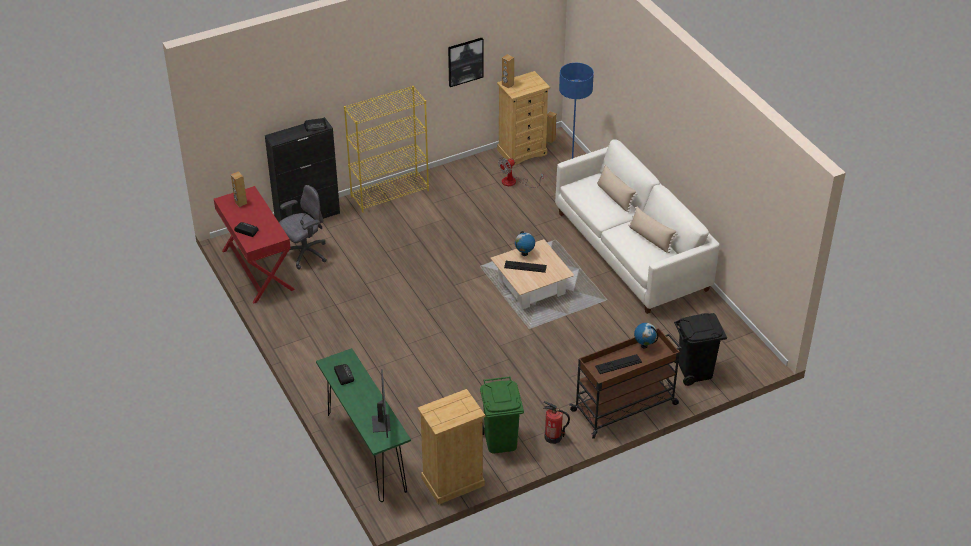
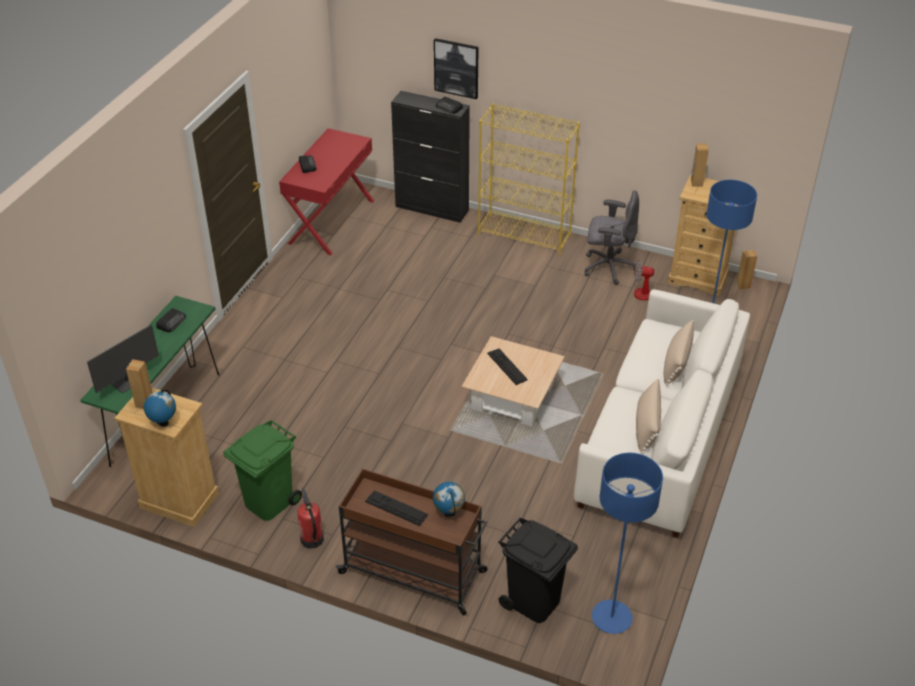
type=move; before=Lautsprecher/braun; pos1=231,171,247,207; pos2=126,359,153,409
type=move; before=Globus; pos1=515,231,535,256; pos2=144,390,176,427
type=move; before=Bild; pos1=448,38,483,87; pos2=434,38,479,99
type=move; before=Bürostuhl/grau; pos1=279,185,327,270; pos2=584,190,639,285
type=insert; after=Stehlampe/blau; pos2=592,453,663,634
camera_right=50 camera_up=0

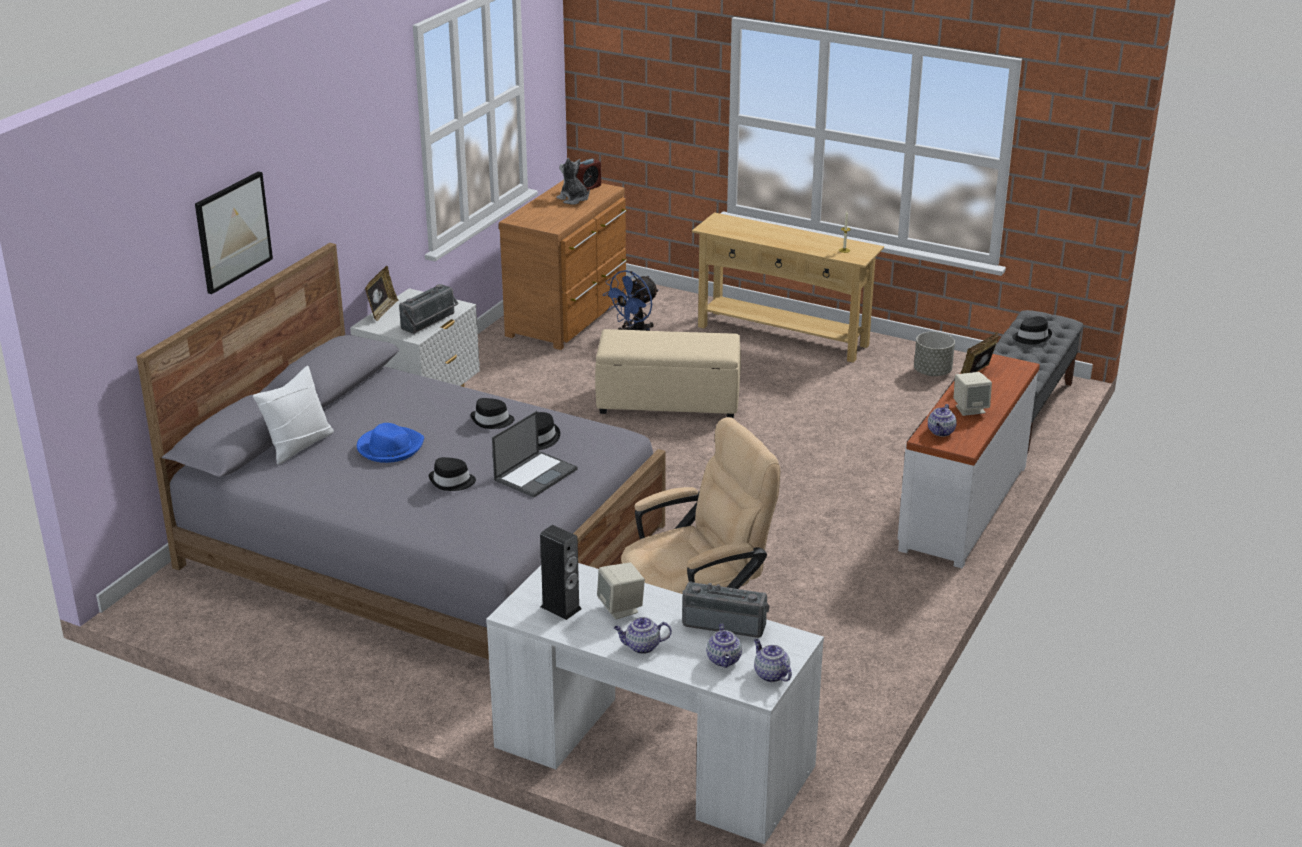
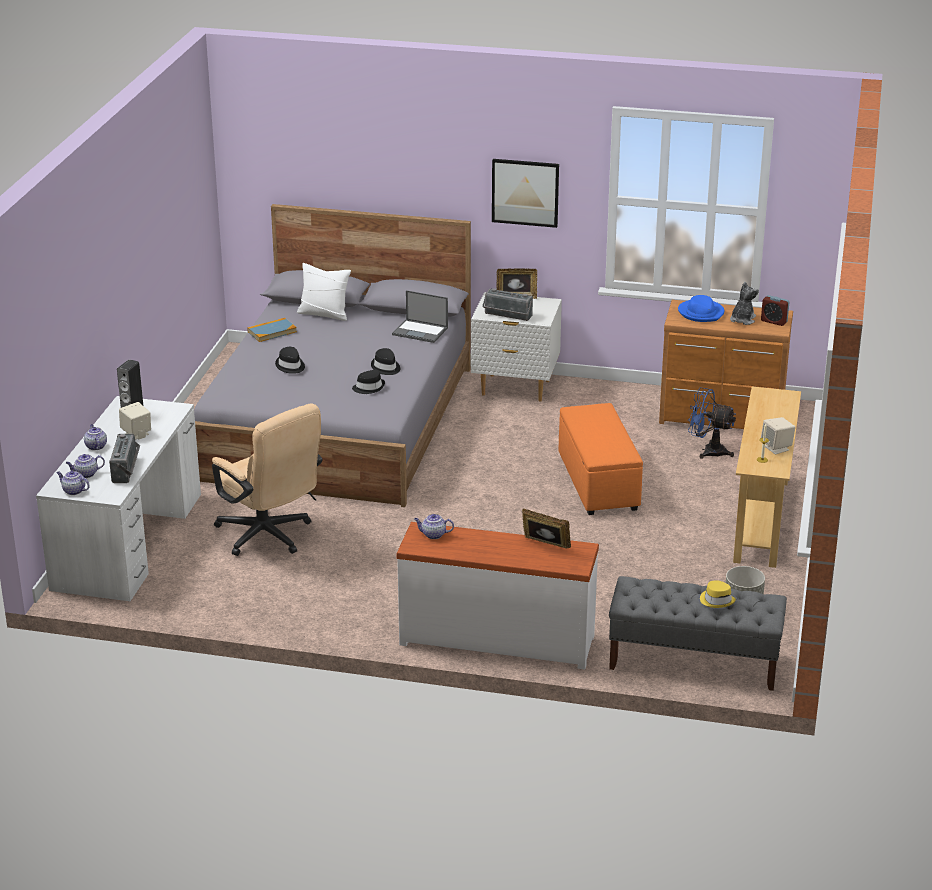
type=rotate; before=Teekanne; pos1=754,639,792,682; pos2=56,471,90,495; turn=-105
type=insert; after=Buch; pos2=247,318,297,342
type=move; before=Laptop; pos1=492,411,578,497; pos2=392,290,448,343
type=move; before=Bild; pos1=195,171,273,294; pos2=492,159,559,228
type=recolor; before=Polsterhocker/beige; after=Polsterhocker/orange; pos1=595,329,741,419; pos2=559,403,643,515
type=move; before=Hut/blau; pos1=357,423,424,463; pos2=678,295,724,322
type=recolor; before=Hut/schwarz; after=Hut/gelb; pos1=1012,316,1052,345; pos2=700,580,736,608
type=move; before=Lautsprecher/beige; pos1=953,372,992,416; pos2=761,417,795,455
camera_right=75 camera_up=0

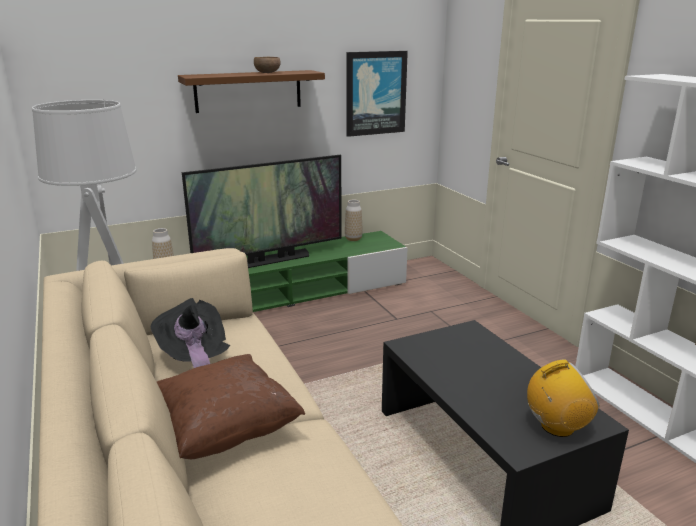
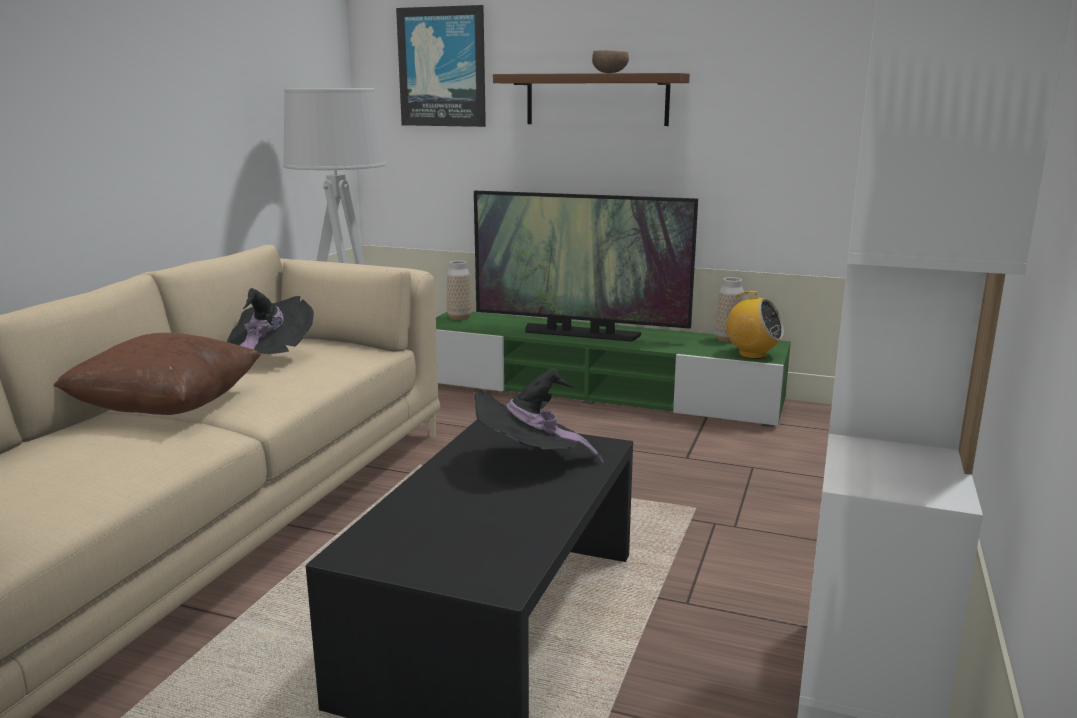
type=move; before=Bild; pos1=346,51,408,137; pos2=396,5,486,127
type=insert; after=Hut/schwarz; pos2=474,368,603,463
type=move; before=Radio; pos1=527,359,600,437; pos2=724,291,784,359
camera_right=45 camera_up=-5

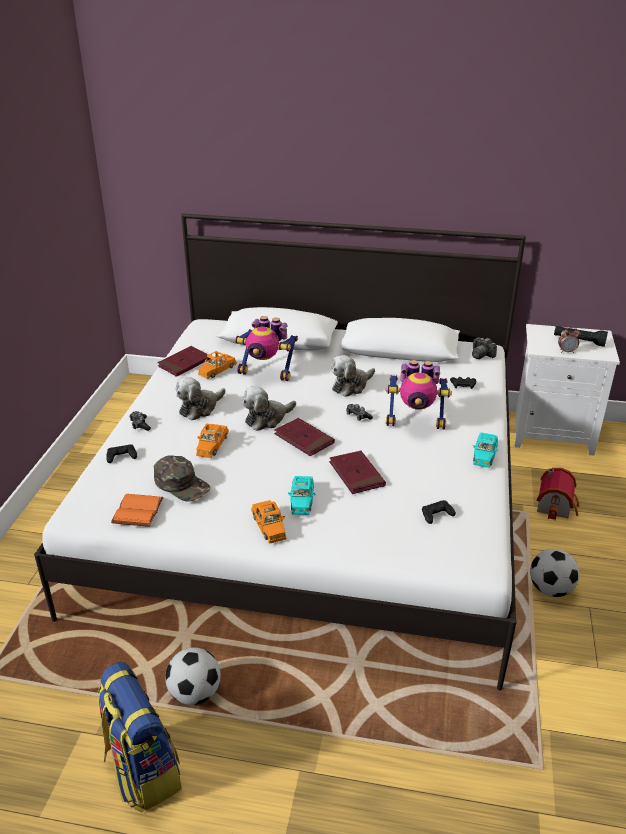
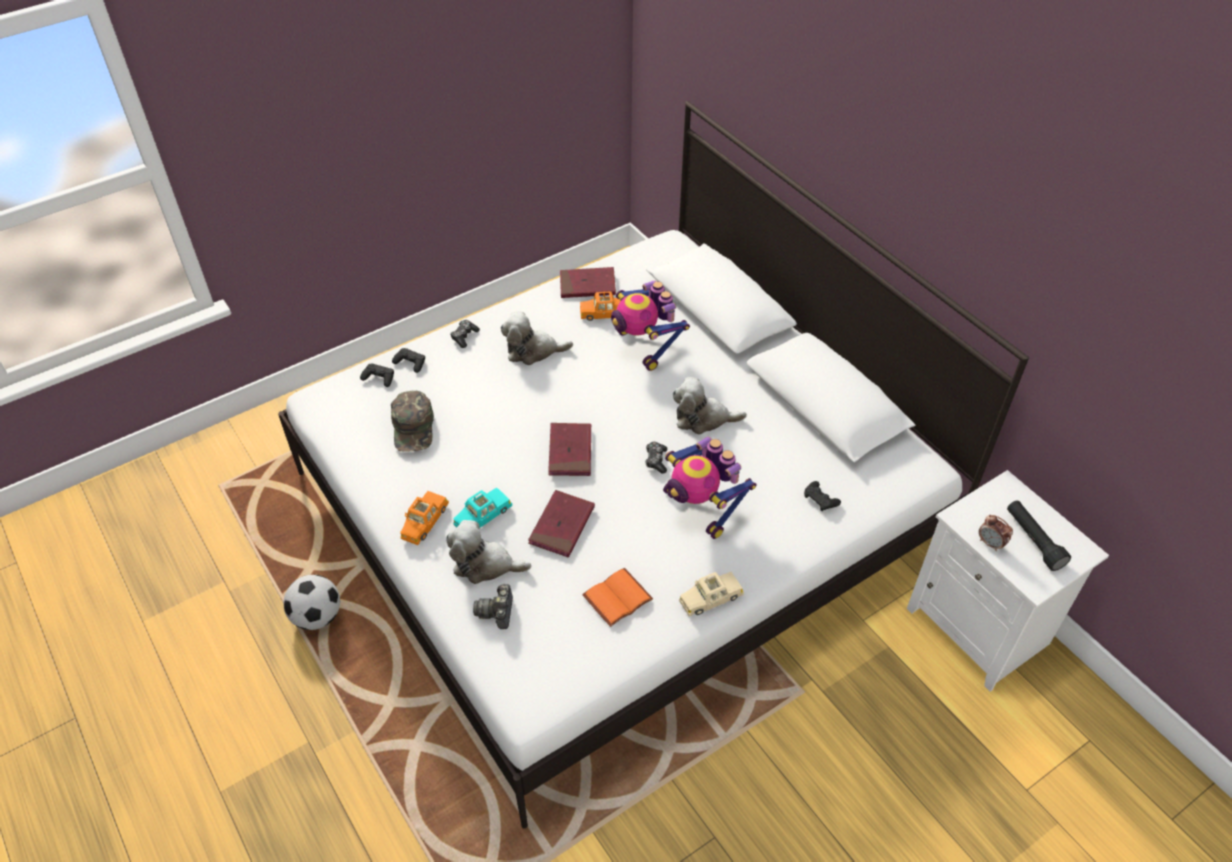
type=move; before=Gamepad/schwarz; pos1=422,500,456,524; pos2=360,364,394,387
type=move; before=Plüschtier; pos1=243,386,296,431; pos2=446,520,531,584
type=move; before=Kamera; pos1=472,337,497,359; pos2=473,584,513,629
type=move; before=Buch/orange; pos1=111,494,164,527; pos2=582,568,653,627
type=recolor; before=Spielzeugauto/türkis; after=Spielzeugauto/beige; pos1=473,432,498,468; pos2=679,572,744,616
type=delete; before=Rucksack; pos1=97,662,182,812
type=delete; before=Spielzeugauto/orange; pos1=196,424,229,458
type=delete; before=Fußball; pos1=530,549,580,597
type=delete; before=Spielzeughaus; pos1=537,468,579,521
camera_right=45 camera_up=15

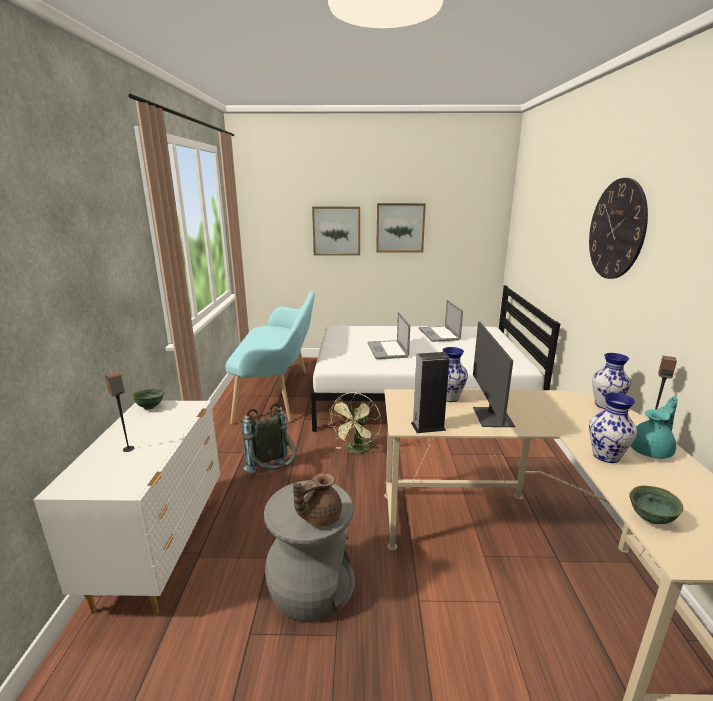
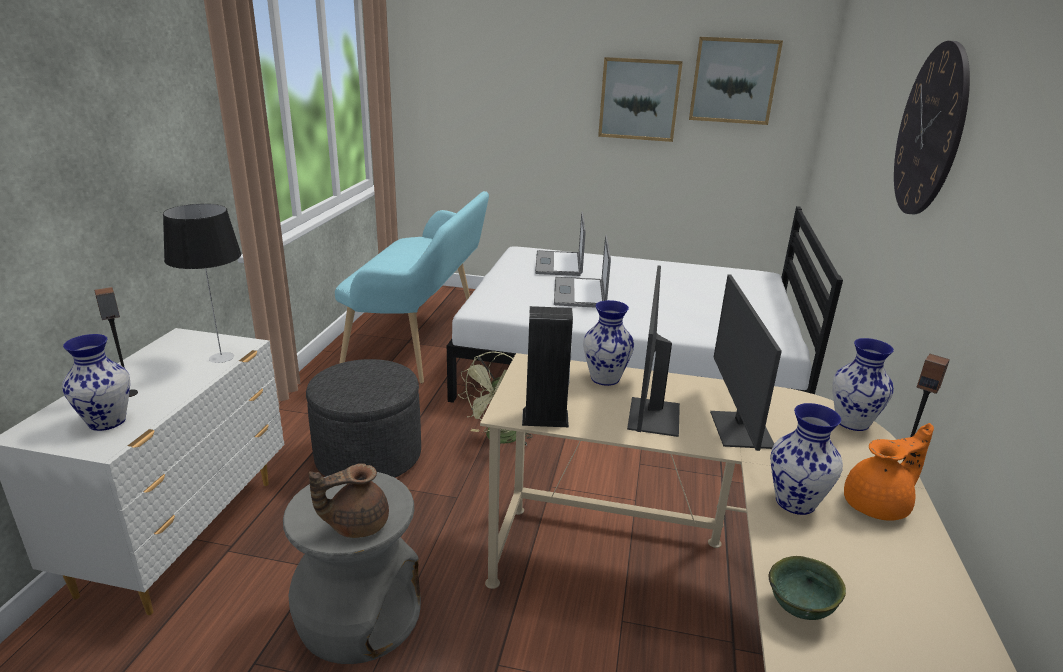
type=insert; after=Vase; pos2=62,334,130,431
type=insert; after=Tischlampe; pos2=163,204,241,363
type=replace; before=Rucksack/grau; after=Polsterhocker/grau; pos1=242,403,296,473; pos2=306,359,421,478
type=move; before=Laptop; pos1=419,300,463,342; pos2=535,212,586,276
type=move; before=Bild; pos1=312,207,360,256; pos2=689,37,783,125
type=insert; after=Monitor; pos2=710,274,782,451
type=recolor; before=Teekanne/türkis; after=Teekanne/orange; pos1=631,396,678,459; pos2=844,423,934,520
type=delete; before=Schüssel/grün; pos1=132,389,164,410
camera_right=10 camera_up=5

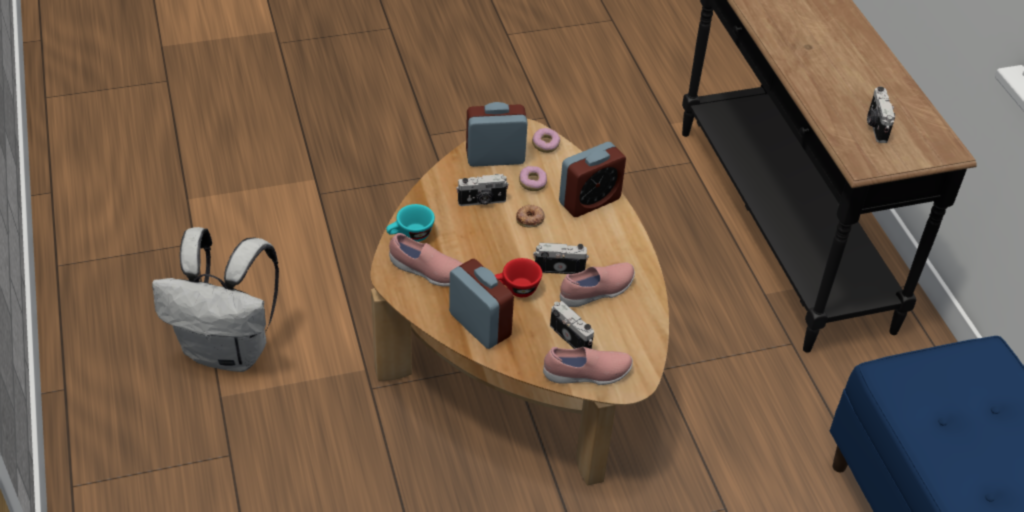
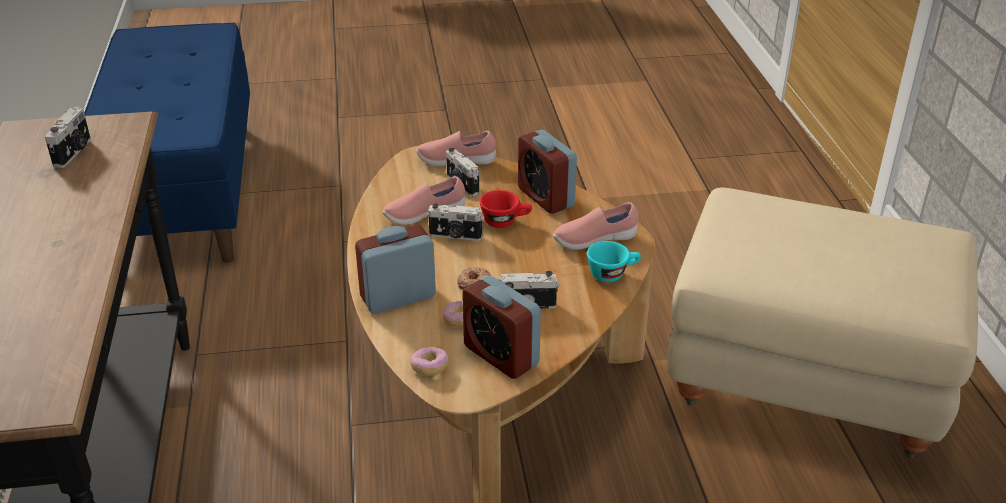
type=rotate; before=Wecker; pos1=466,102,528,167; pos2=462,275,541,379; turn=45
type=rotate; before=Schuh/rosa; pos1=389,233,463,287; pos2=553,202,639,250; turn=-45
type=replace; before=Rucksack/weiß; after=Polsterhocker/beige; pos1=152,227,279,372; pos2=667,187,978,458
camera_right=-170 camera_up=-10

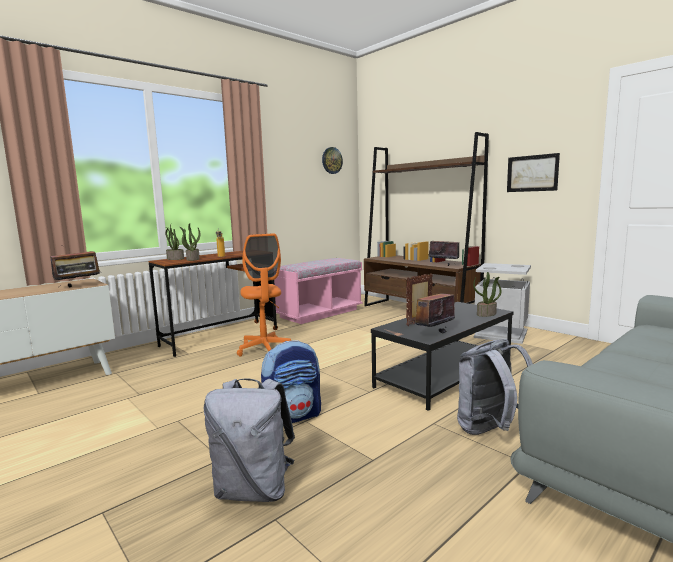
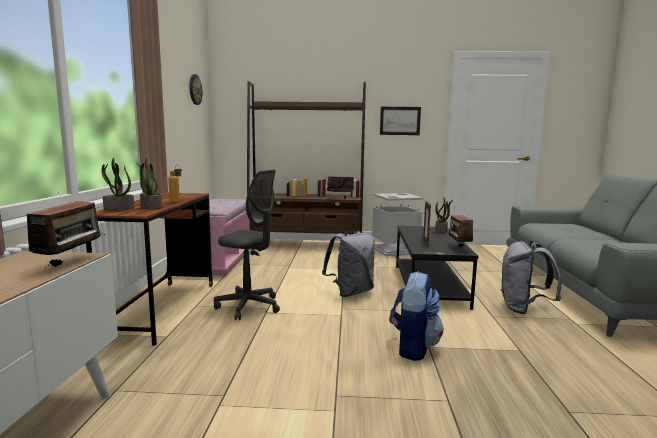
type=recolor; before=Bürostuhl/orange; after=Bürostuhl/grau; pos1=237,233,291,357; pos2=214,170,280,320
type=move; before=Rucksack/grau; pos1=203,379,295,502; pos2=322,230,375,297
camera_right=-45 camera_up=0

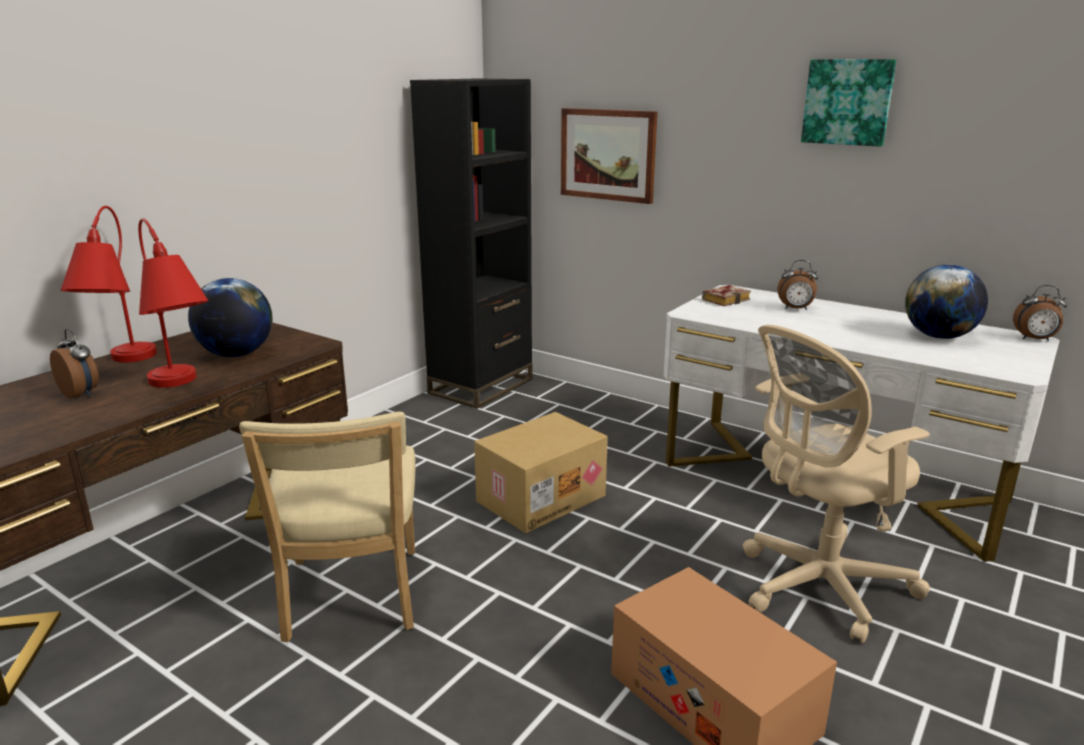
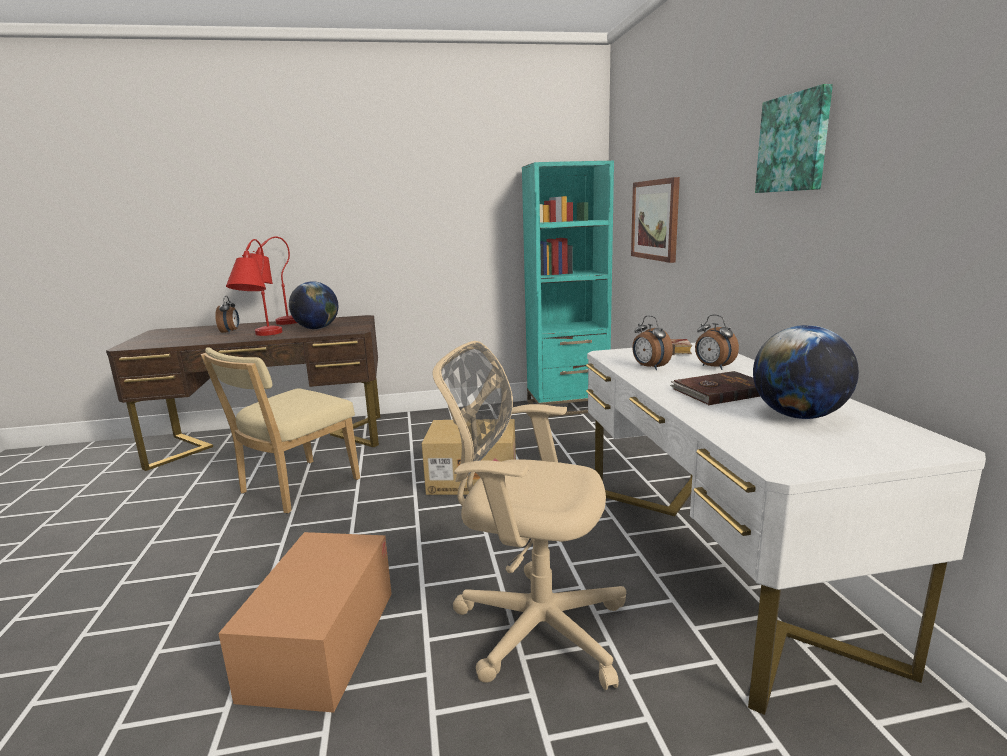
type=recolor; before=Bücherregal/schwarz; after=Bücherregal/türkis; pos1=410,78,533,409; pos2=522,160,614,417
type=move; before=Wecker; pos1=1013,285,1067,341; pos2=632,315,673,370
type=insert; after=Buch/braun; pos2=670,371,760,405
camera_right=45 camera_up=-5

